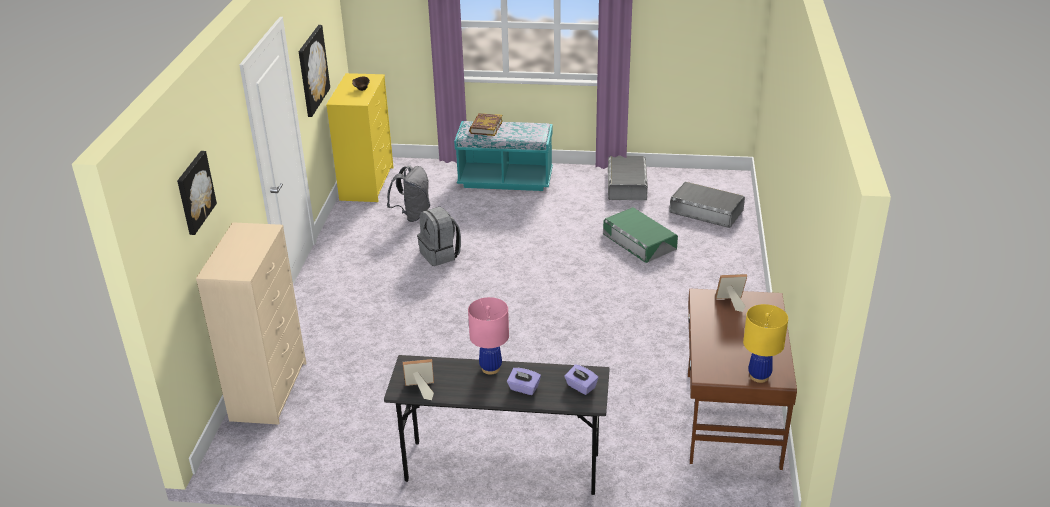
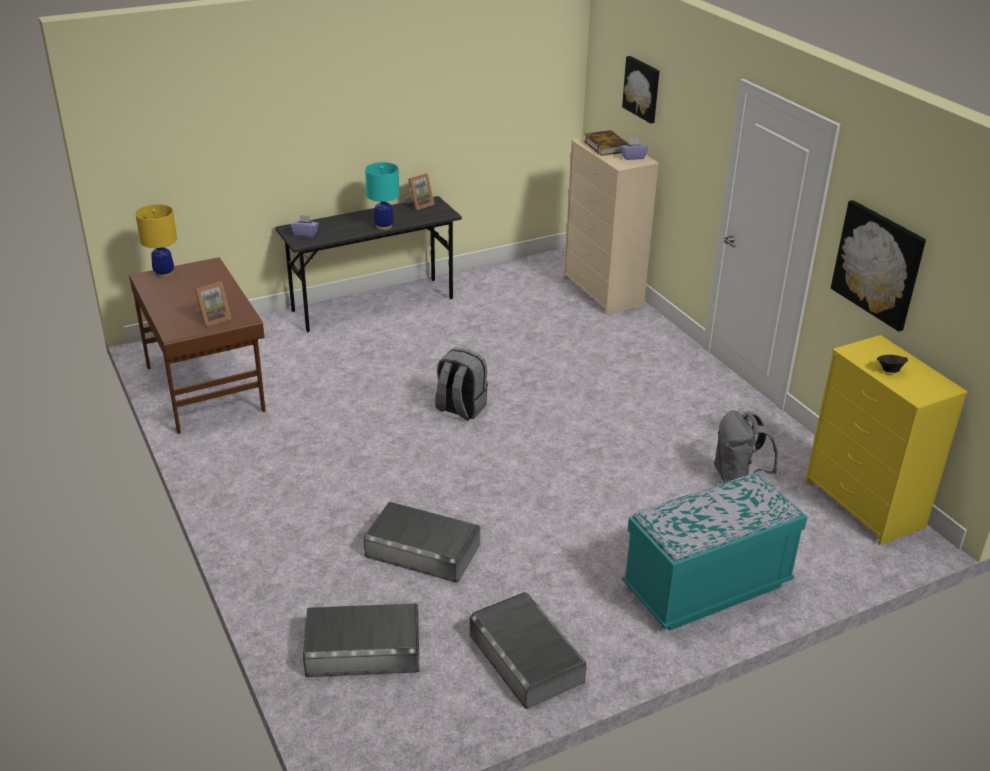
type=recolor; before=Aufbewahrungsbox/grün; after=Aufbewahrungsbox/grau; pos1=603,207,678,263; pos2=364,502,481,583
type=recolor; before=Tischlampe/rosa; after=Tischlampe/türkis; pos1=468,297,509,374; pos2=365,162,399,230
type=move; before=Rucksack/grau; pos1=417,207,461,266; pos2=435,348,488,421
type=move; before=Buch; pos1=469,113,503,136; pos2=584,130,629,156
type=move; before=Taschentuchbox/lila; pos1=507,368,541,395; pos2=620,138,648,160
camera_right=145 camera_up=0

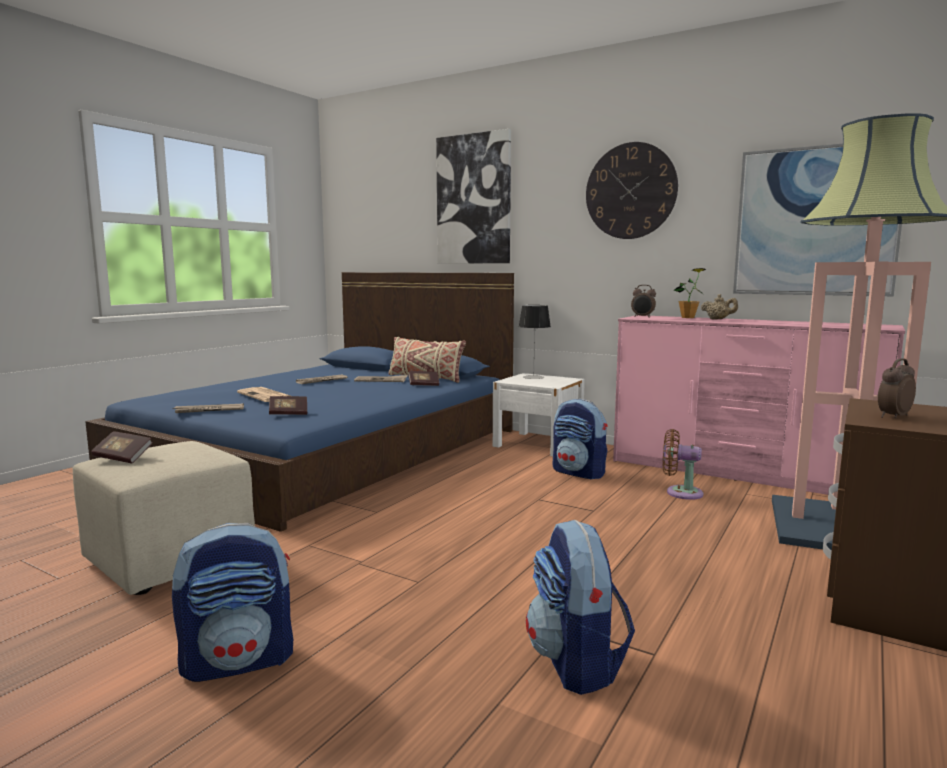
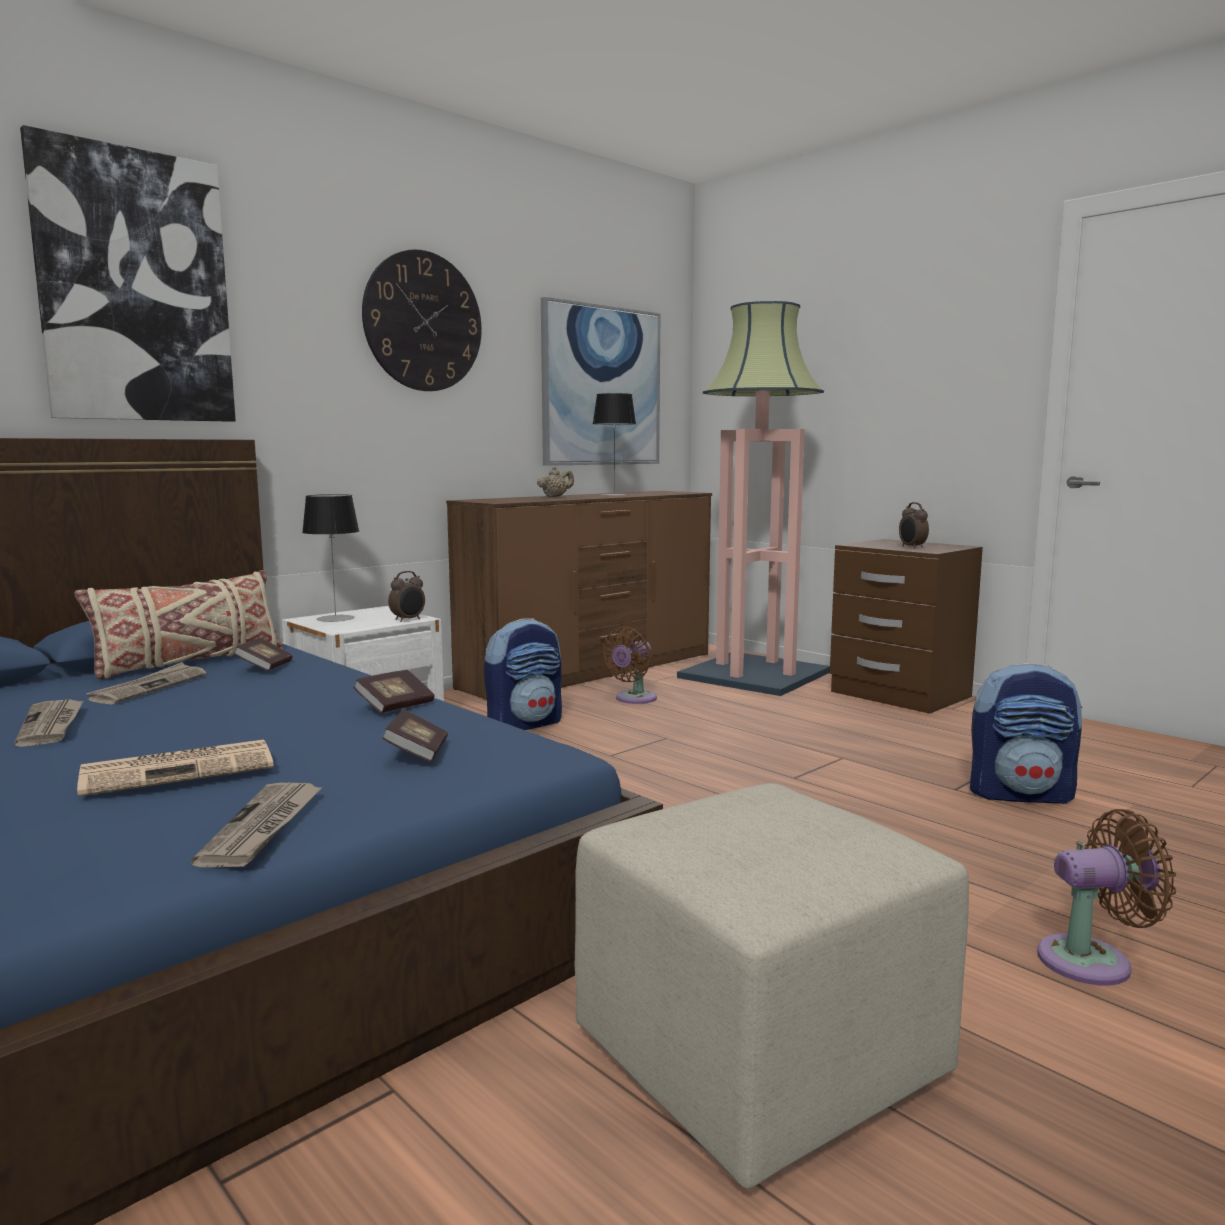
type=move; before=Buch; pos1=91,431,153,463; pos2=353,670,435,713
type=move; before=Wecker; pos1=631,285,656,318; pos2=388,571,425,622
type=recolor; before=Kommode/rosa; after=Kommode/braun; pos1=613,315,905,495; pos2=446,491,712,700
type=insert; after=Tischlampe; pos2=593,393,636,496
type=replace; before=Rucksack; after=Ventilator/braun; pos1=172,523,293,682; pos2=1037,809,1176,986
type=delete; before=Topfpflanze; pos1=674,268,706,318
camera_right=-75 camera_up=0

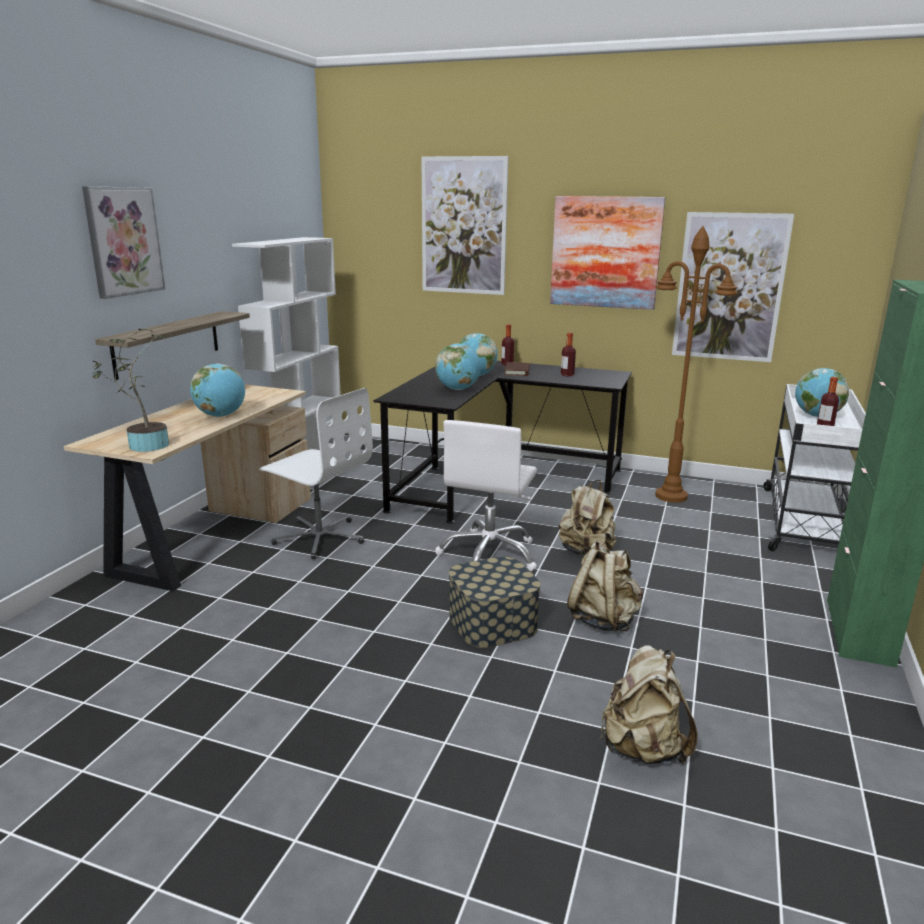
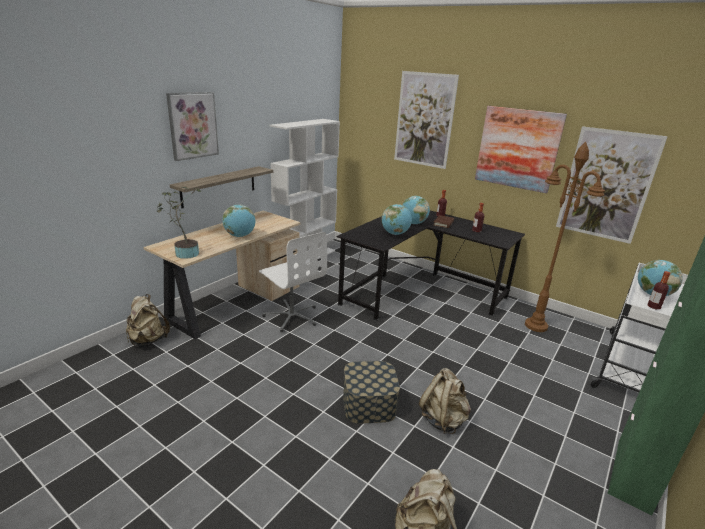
type=move; before=Rucksack/beige; pos1=558,480,616,557; pos2=126,294,170,345
type=delete; before=Bürostuhl/weiß; pos1=435,420,537,571
camera_right=15 camera_up=5

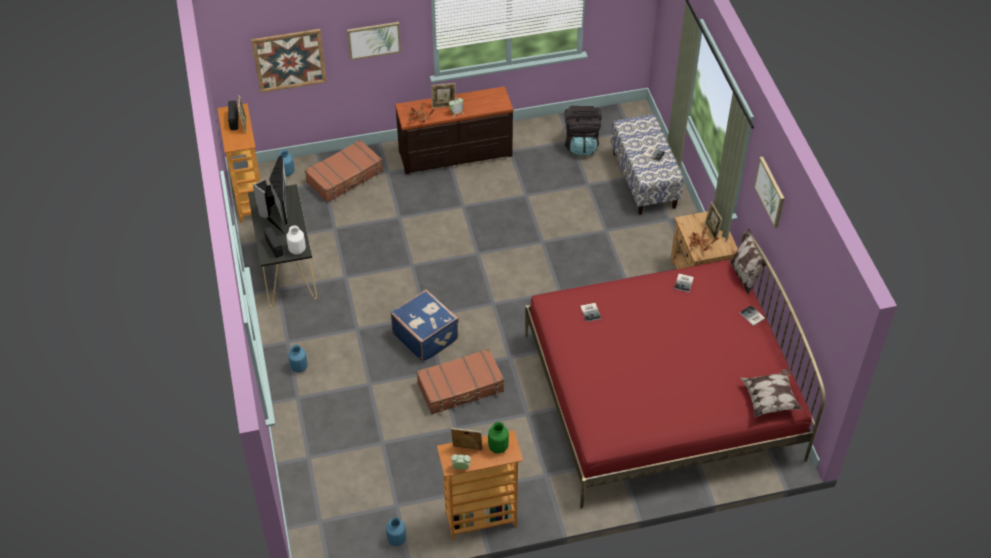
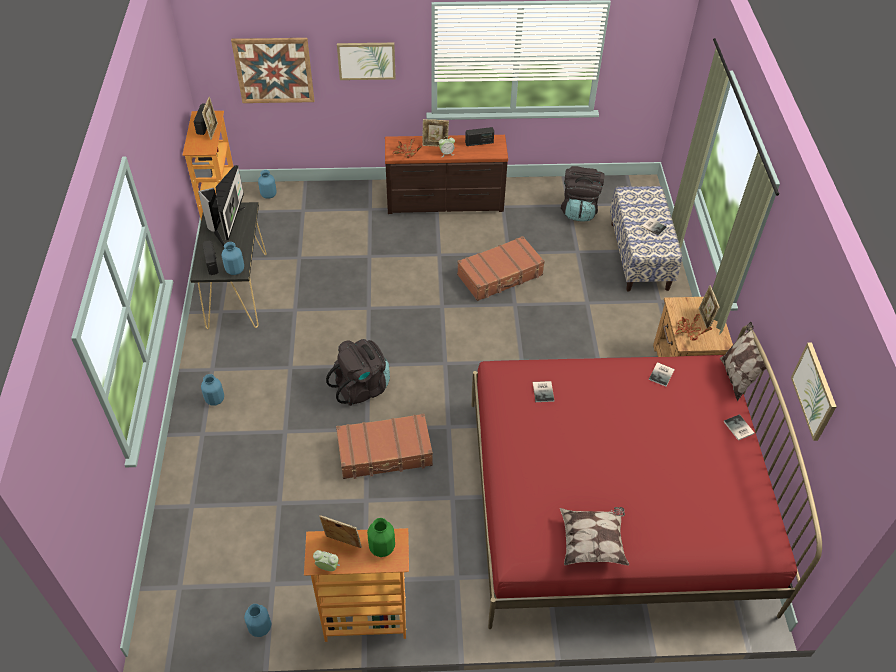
type=recolor; before=Vase/weiß; after=Vase/blau; pos1=286,225,306,255; pos2=222,242,244,275
type=replace; before=Koffer/blau; after=Rucksack/schwarz; pos1=391,289,459,362; pos2=326,339,390,406
type=move; before=Koffer/braun; pos1=305,139,383,203; pos2=457,236,545,301
type=insert; after=Radio; pos2=465,127,494,146
type=move; before=Kissen; pos1=741,369,802,417; pos2=560,507,629,565
type=move; before=Bild; pos1=754,157,784,228; pos2=791,343,836,441
camera_right=10 camera_up=0

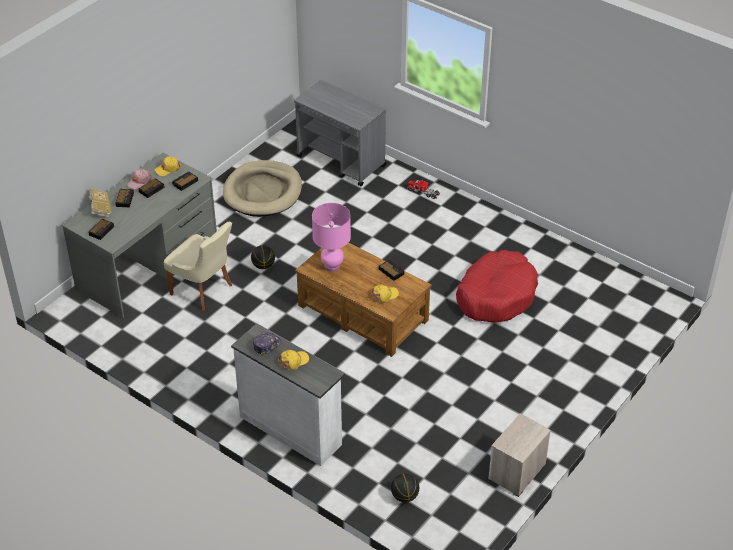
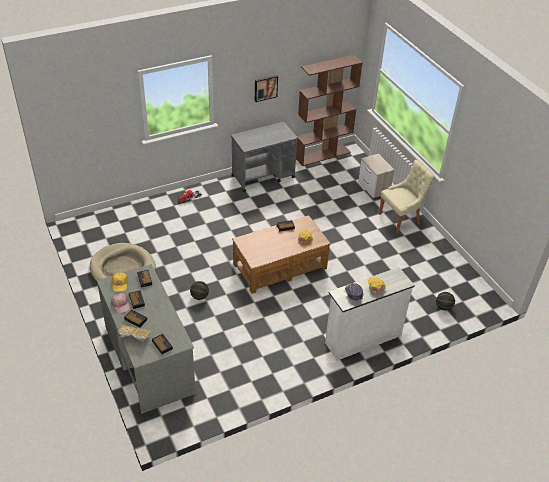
type=move; before=Rollwagen/grau; pos1=294,80,386,186; pos2=231,122,298,192
type=insert; after=Bild; pos2=255,75,278,102
type=insert; after=Bücherregal/braun; pos2=296,55,363,166
type=move; before=Nachttisch; pos1=488,414,551,497; pos2=358,154,394,198
type=move; before=Stuhl/beige; pos1=164,221,232,311; pos2=379,160,435,233
type=delete; before=Tischlampe/rosa; pos1=312,203,351,272
type=delete; before=Hundebett/rot; pos1=456,250,538,322
camera_right=-65 camera_up=0

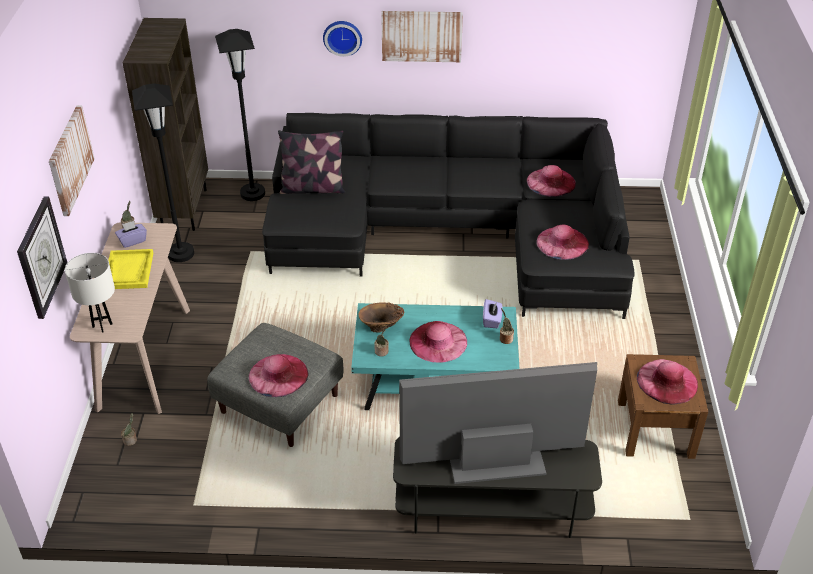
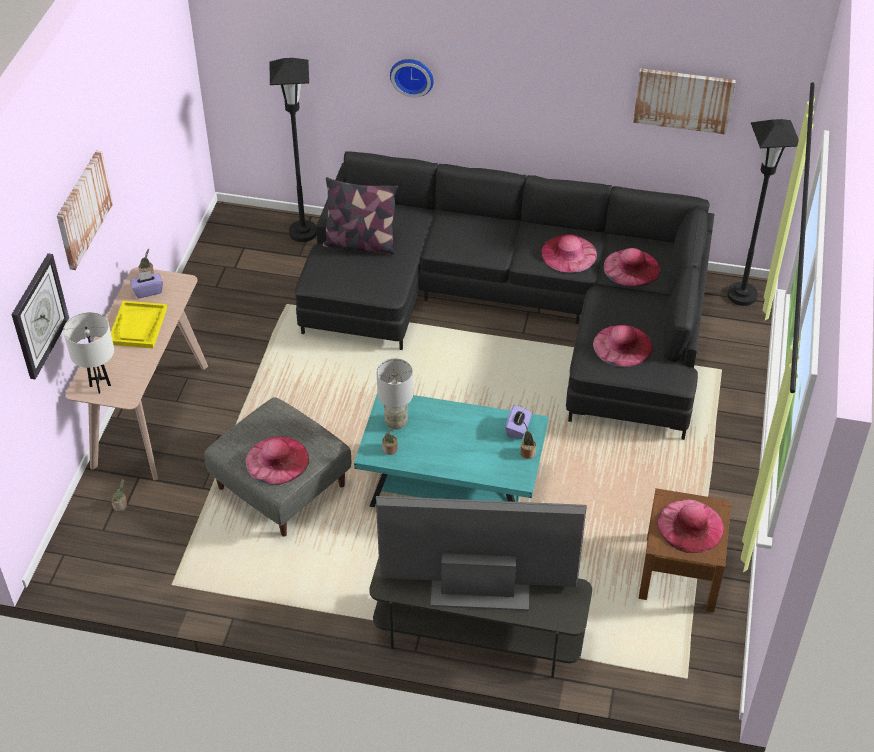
type=replace; before=Vase/braun; after=Tischlampe/grau; pos1=358,302,405,333; pos2=377,358,413,430
type=move; before=Hut/rosa; pos1=409,321,467,363; pos2=541,234,597,273
type=move; before=Bild; pos1=381,11,463,62; pos2=633,68,736,135
type=move; before=Stehlampe/schwarz; pos1=132,83,194,262; pos2=727,119,799,306
type=delete; before=Bücherregal/braun; pos1=123,18,208,231
camera_right=10 camera_up=5

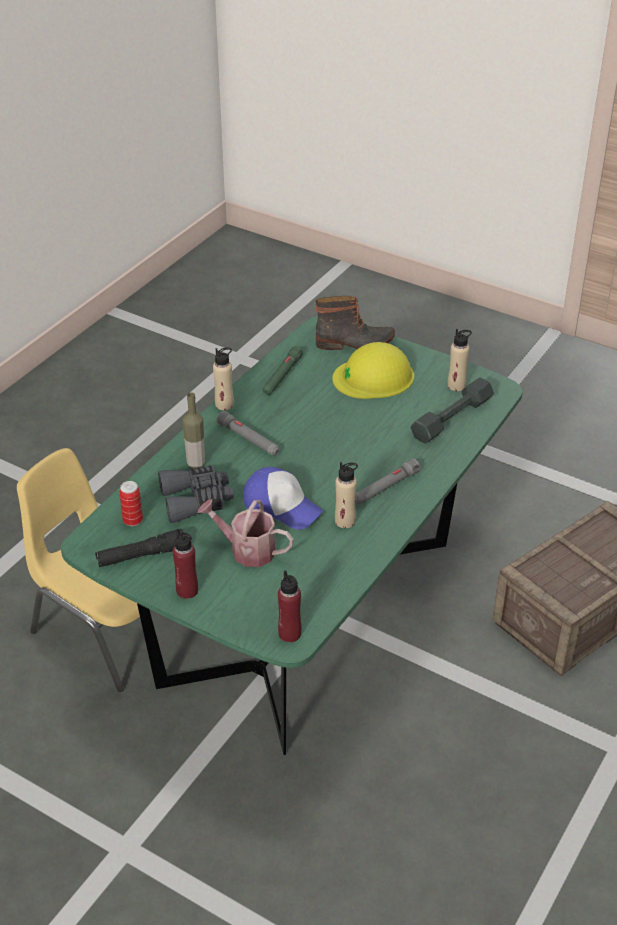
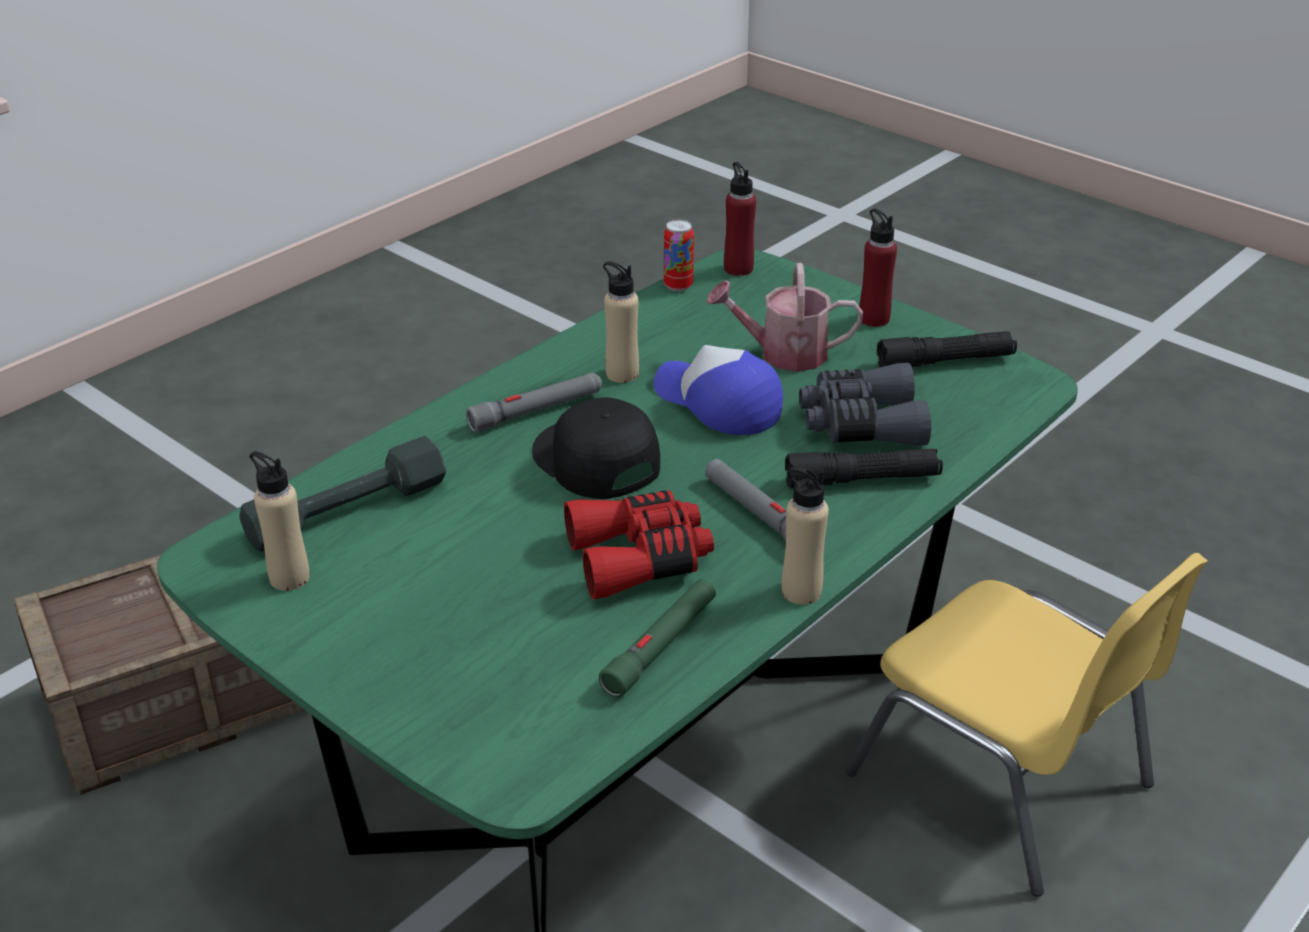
type=insert; after=Kappe/schwarz; pos2=532,398,660,499
type=insert; after=Fernglas/rot; pos2=564,490,714,599
type=move; before=Dose; pos1=119,481,143,526; pos2=664,220,694,291
type=rotate; before=Gießkanne; pos1=197,499,294,567; pos2=706,263,863,372; turn=150
type=replace; before=Flasche; after=Taschenlampe/schwarz; pos1=183,392,205,469; pos2=785,449,943,489
type=delete; before=Stiefel; pos1=315,296,395,350
type=delete; before=Schutzhelm/gelb; pos1=332,342,414,399
camera_right=-170 camera_up=-5

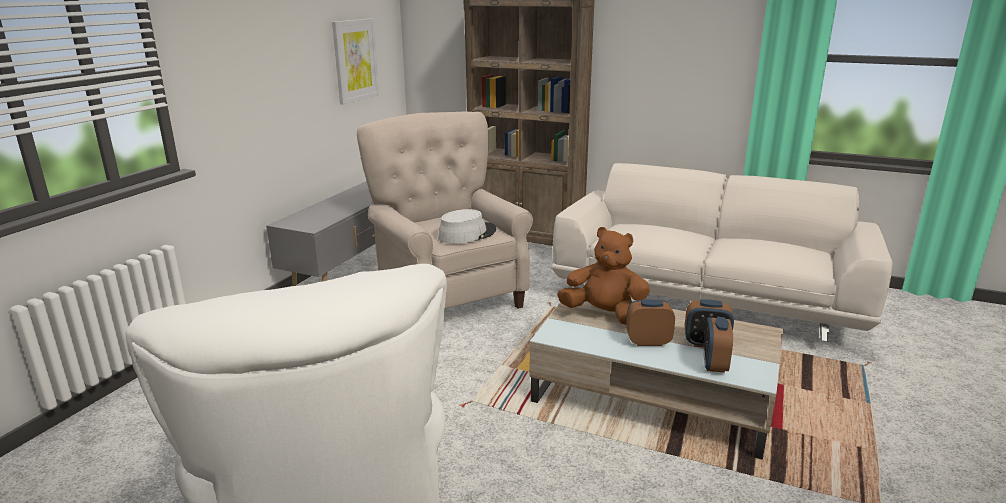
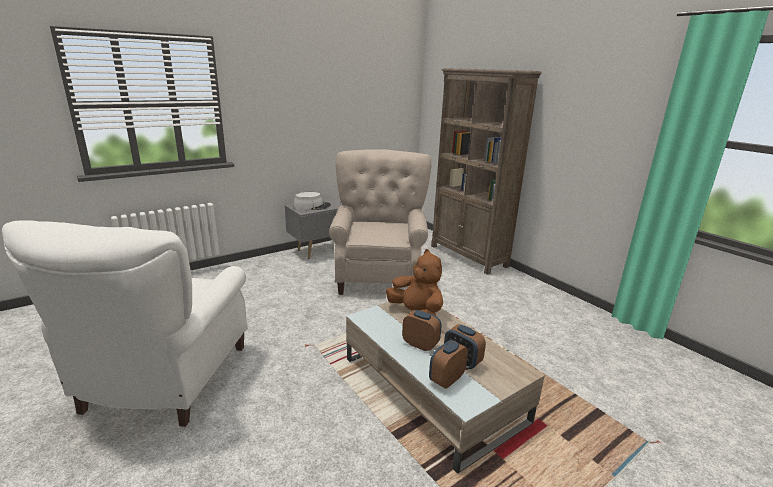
type=move; before=Hut/grau; pos1=438,209,496,244; pos2=294,192,331,210
type=delete; before=Bild; pos1=332,18,379,104
type=delete; before=Sofa/weiß; pos1=551,163,893,342
camera_right=30 camera_up=0

